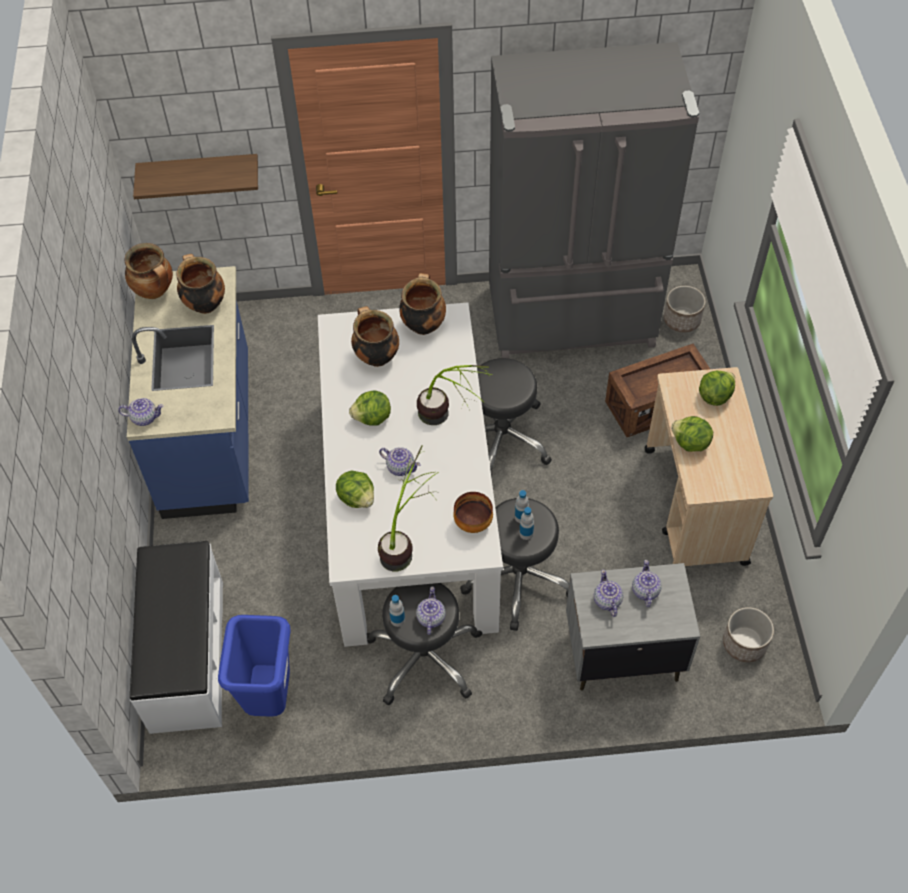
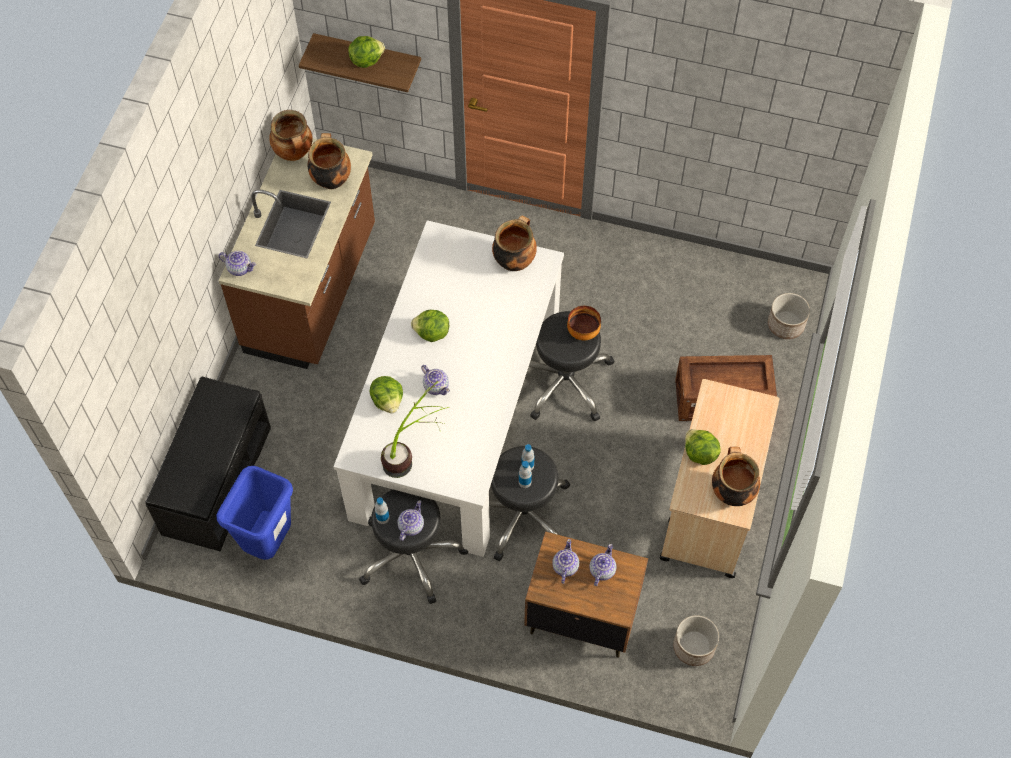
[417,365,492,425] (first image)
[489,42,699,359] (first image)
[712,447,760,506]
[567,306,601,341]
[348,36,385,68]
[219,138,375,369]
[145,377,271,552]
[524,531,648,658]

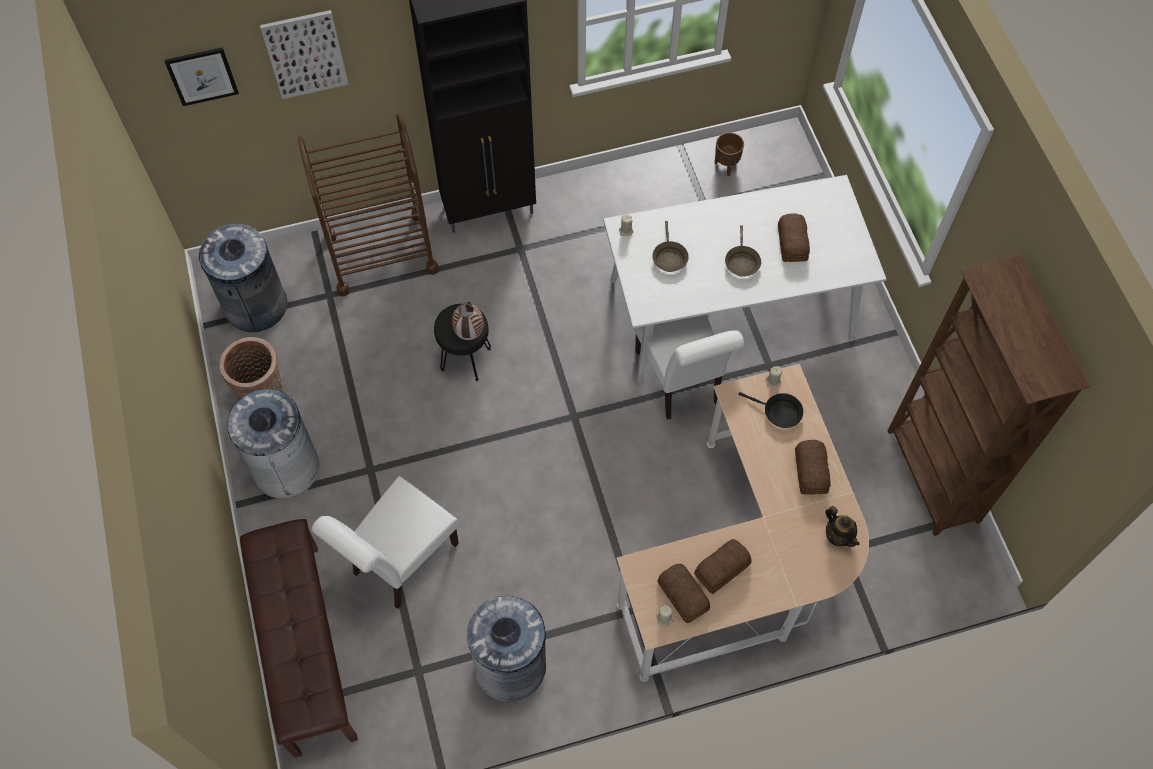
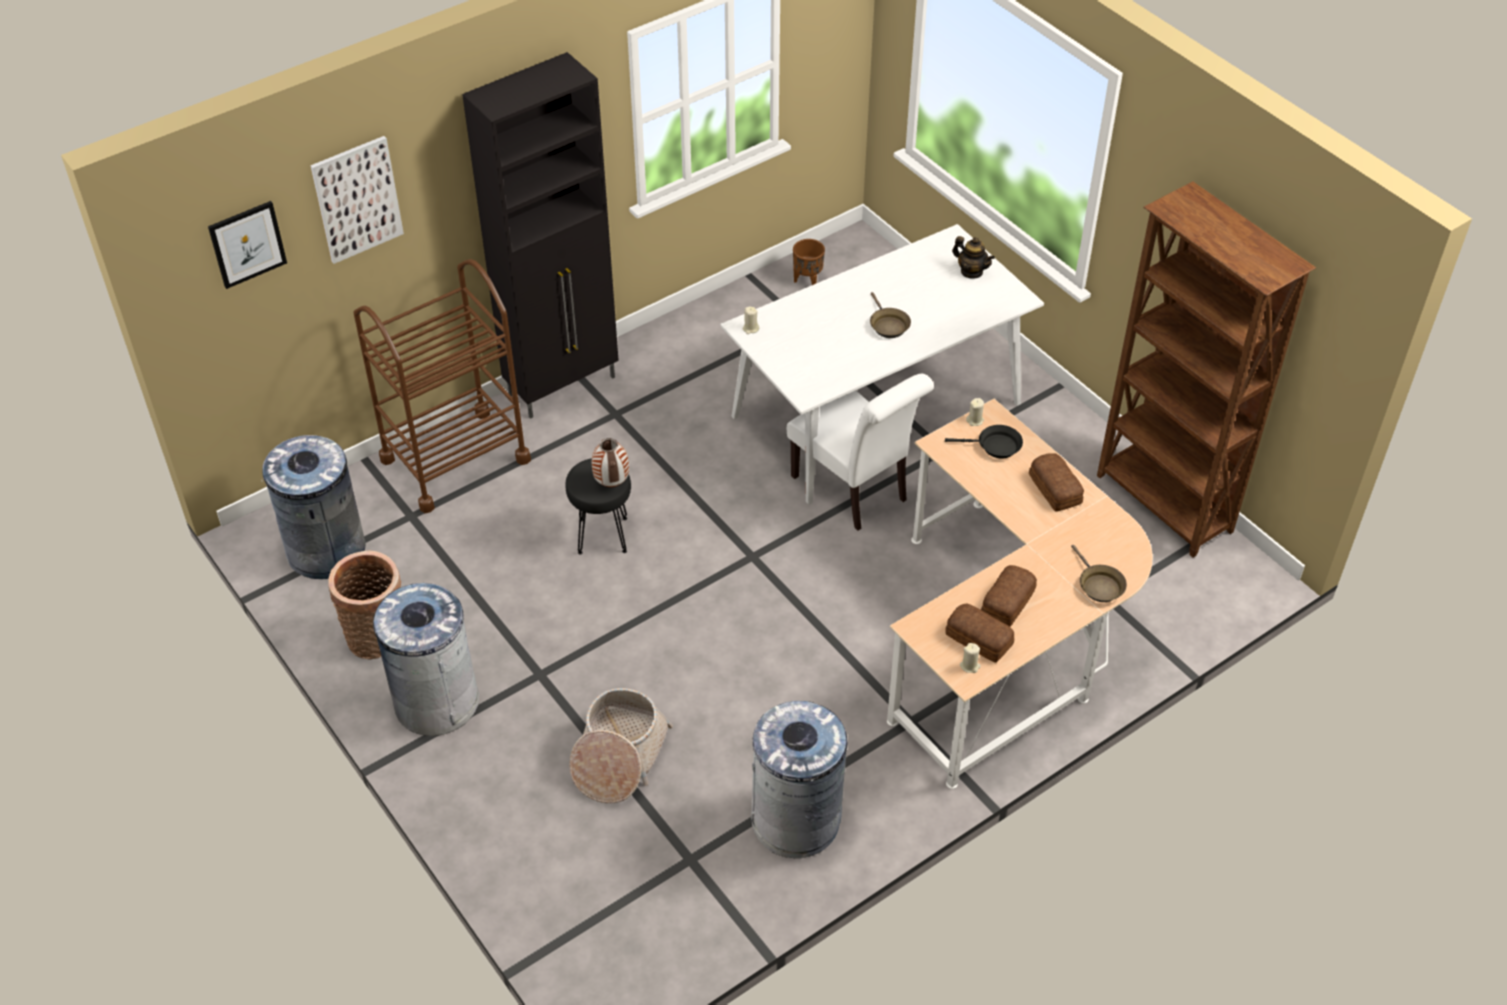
[240,519,358,758] (first image)
[778,213,810,262] (first image)
[1071,545,1127,602]
[952,236,995,278]
[569,688,673,803]

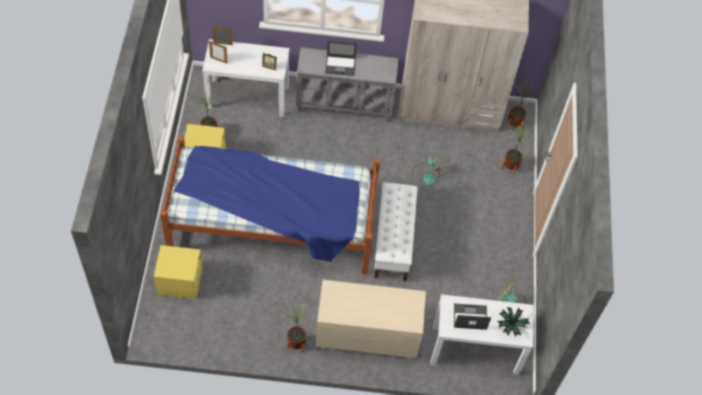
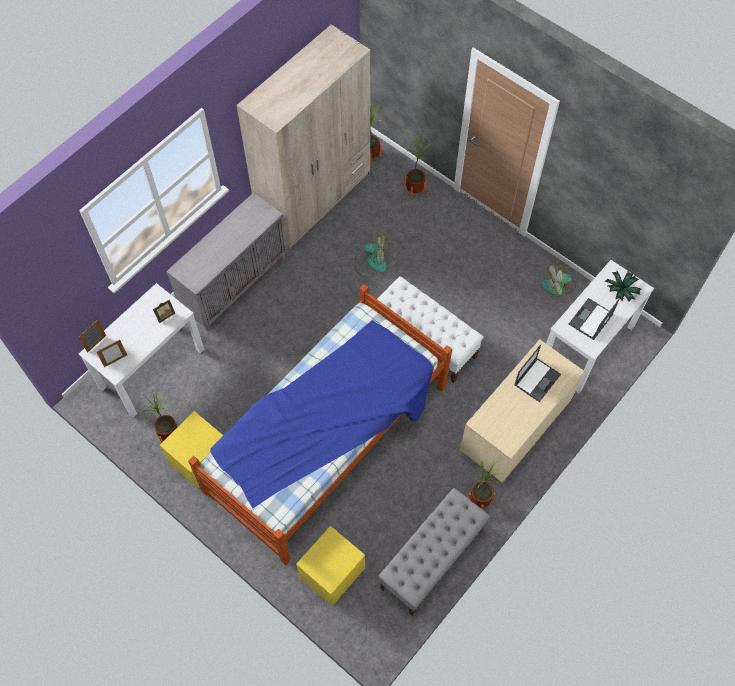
[378,488,490,616]
[514,344,561,402]

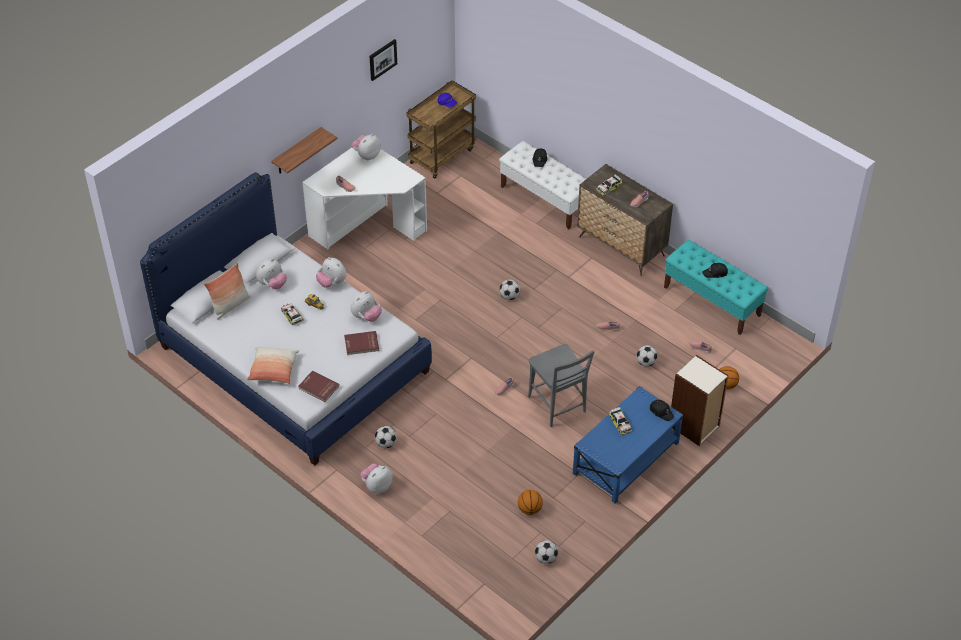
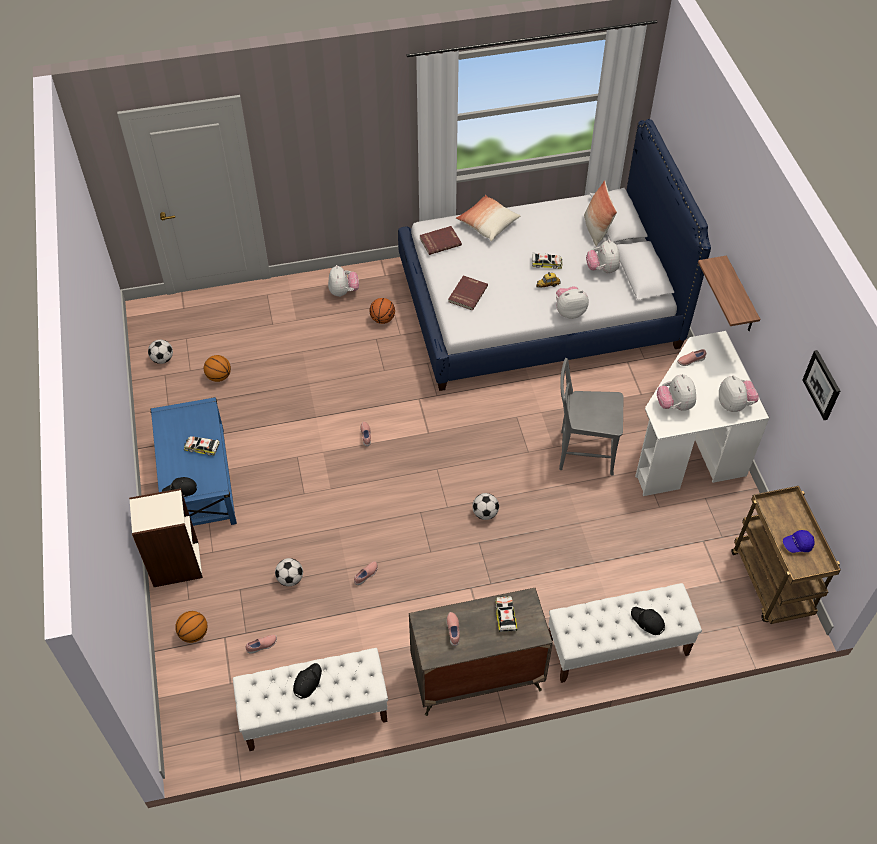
[657,374,696,411]
[559,358,624,475]
[369,298,395,324]
[233,648,388,751]

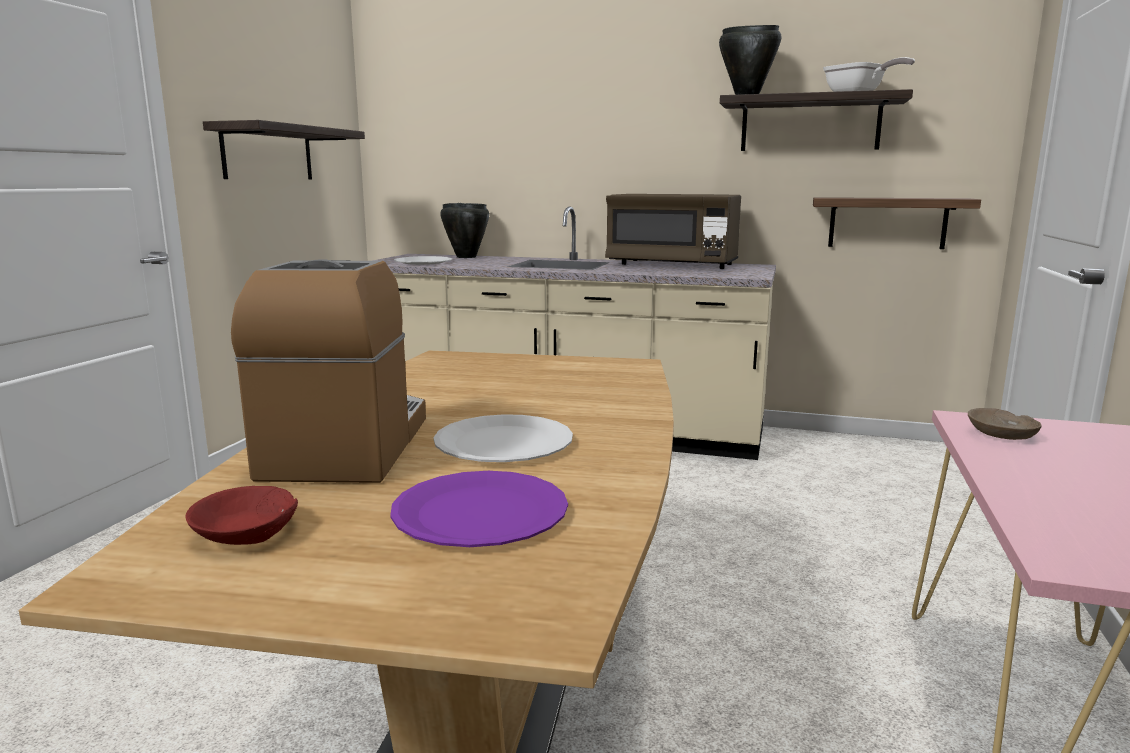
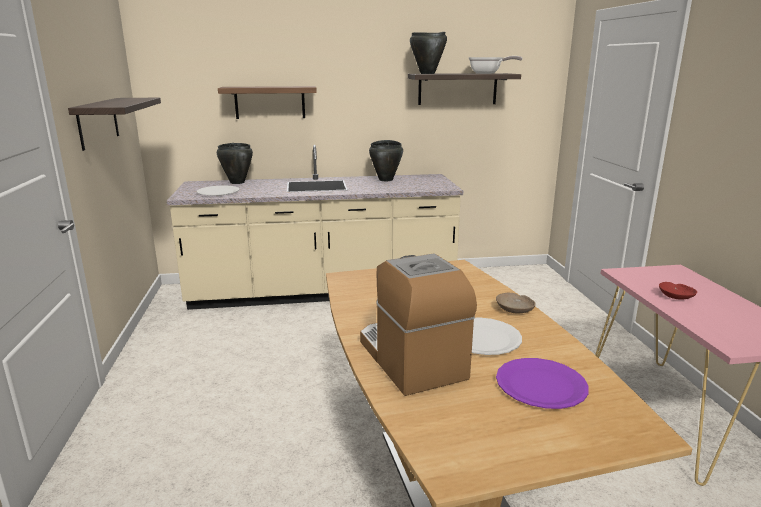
[659,282,697,300]
[218,86,317,119]
[496,292,536,313]
[369,140,403,181]

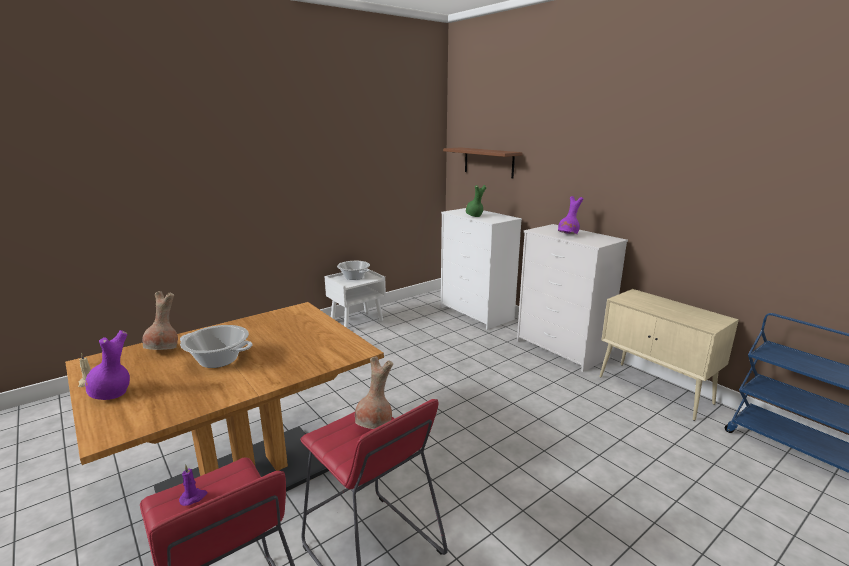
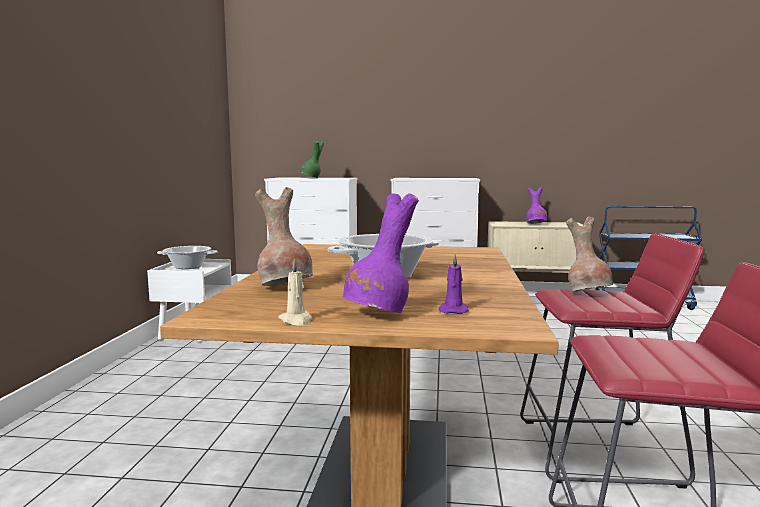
[443,147,523,178] (first image)
[439,254,469,314]
[526,187,547,224]

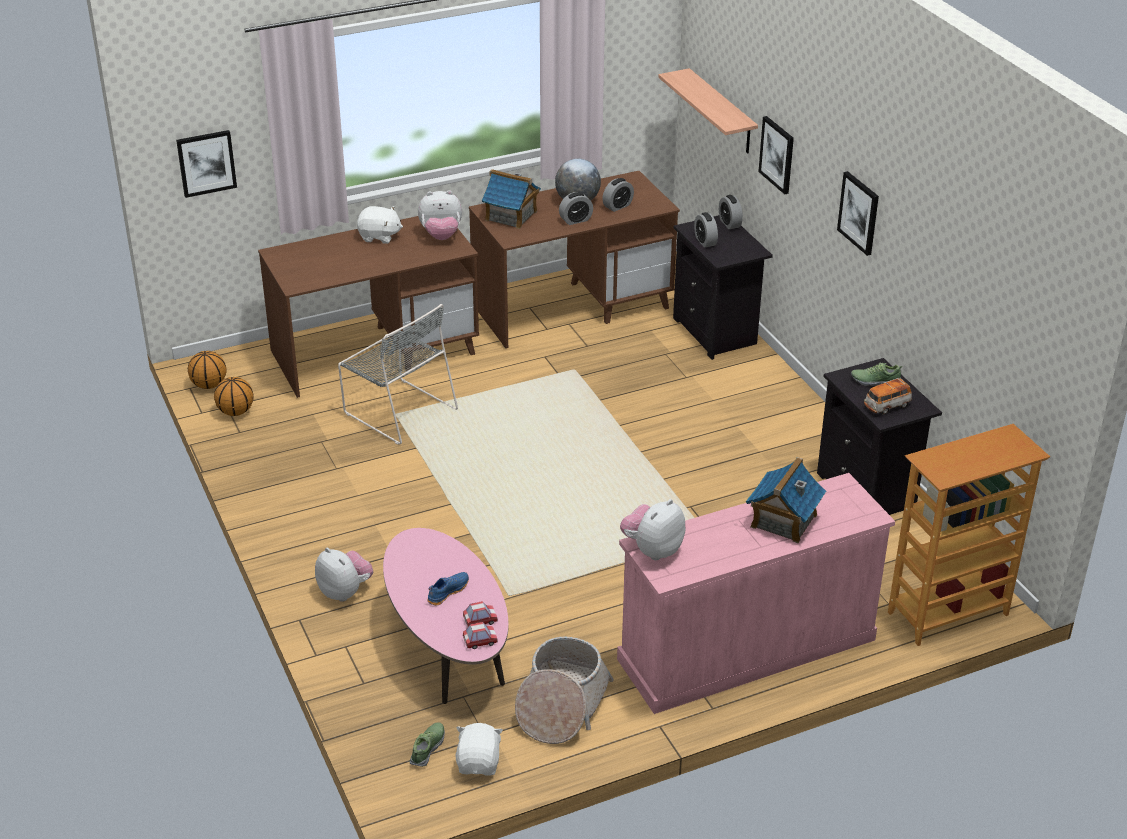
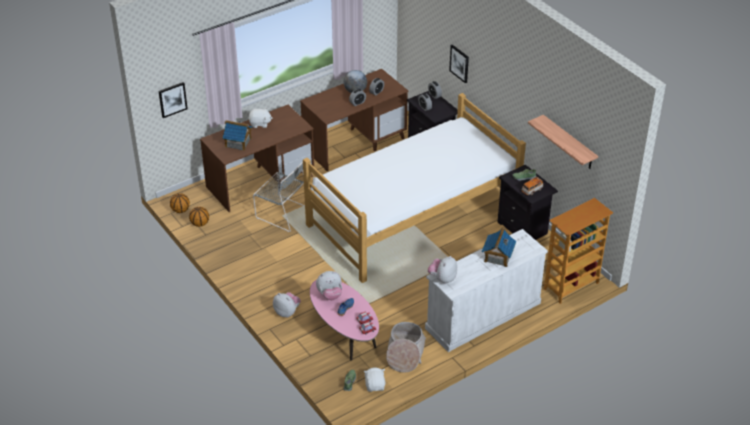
[837,171,879,256] (first image)
[303,93,526,283]
[316,271,342,300]
[223,120,253,151]
[528,115,598,169]
[425,229,548,352]

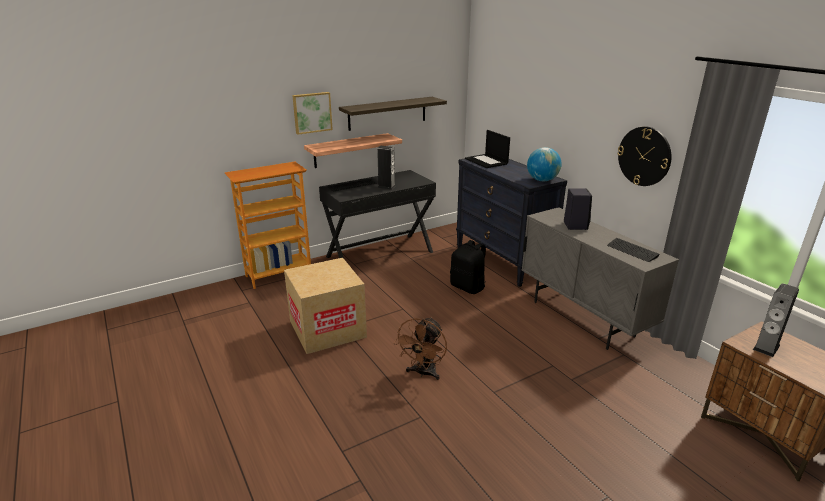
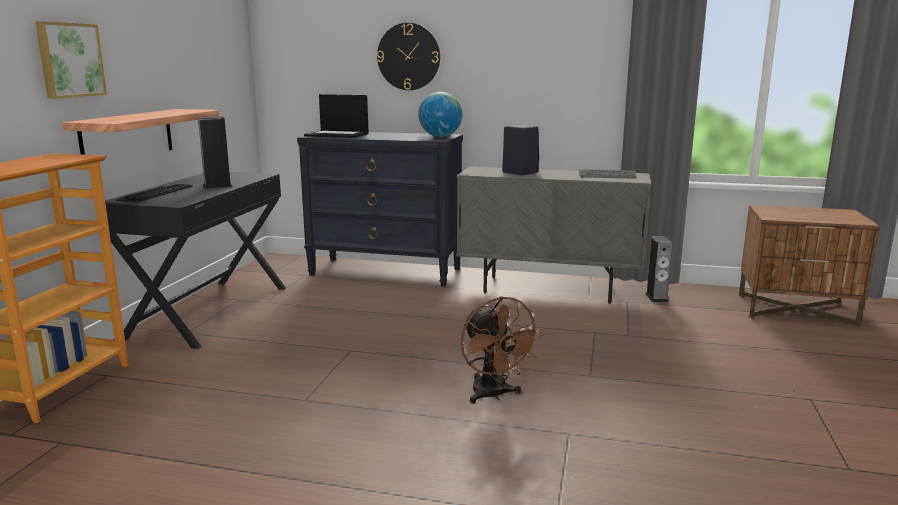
[284,258,367,354] (first image)
[339,97,447,131] (first image)
[450,240,486,294] (first image)
[377,23,440,90]
[646,236,673,302]

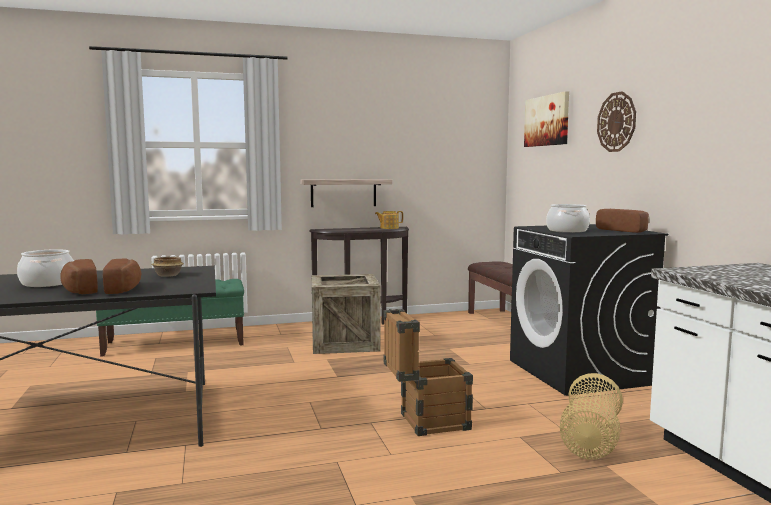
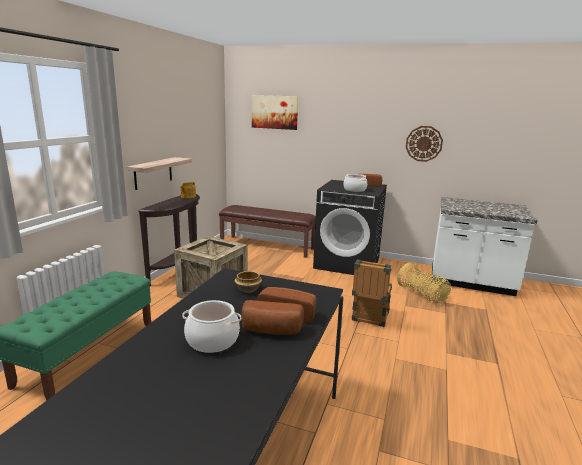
[406,126,443,162]

